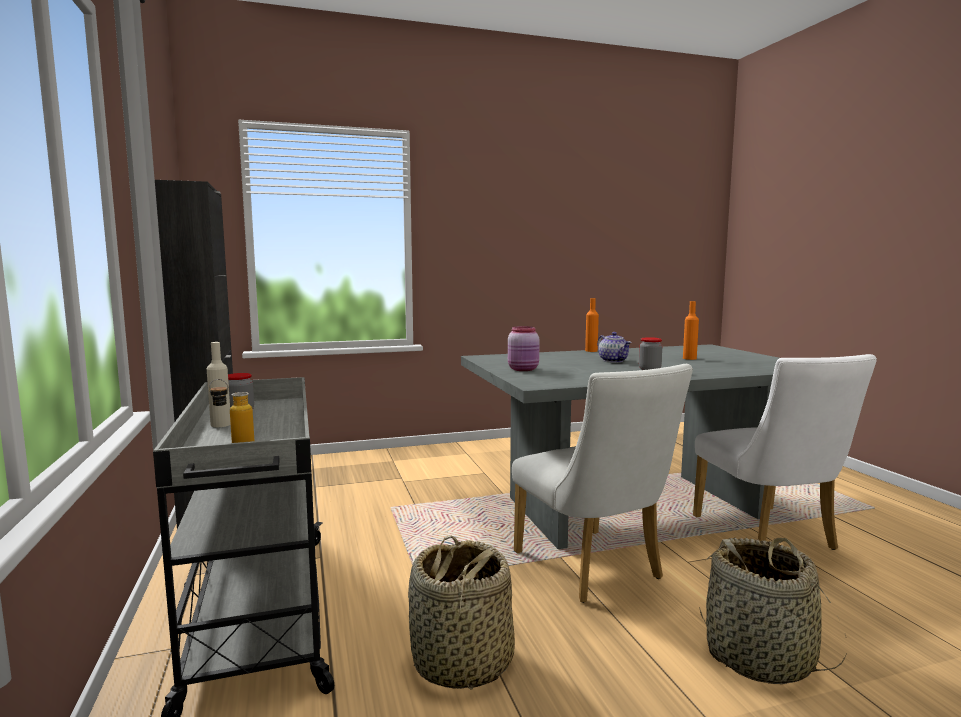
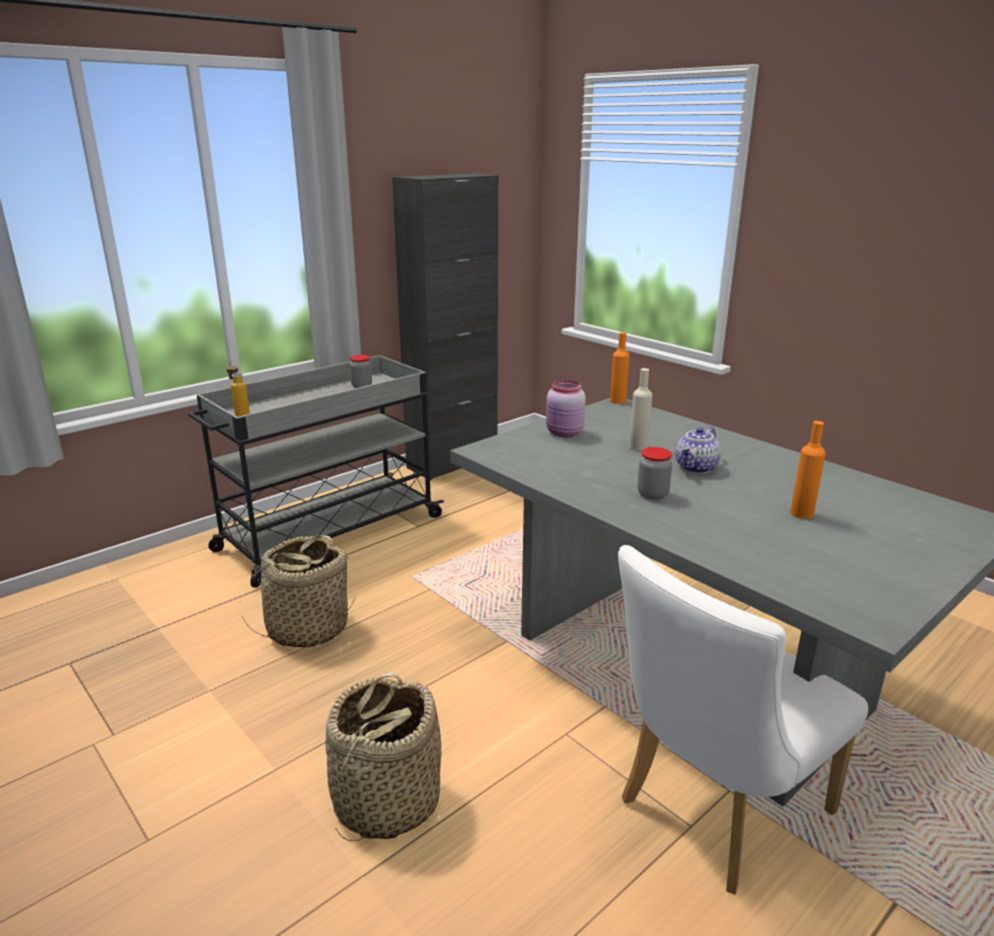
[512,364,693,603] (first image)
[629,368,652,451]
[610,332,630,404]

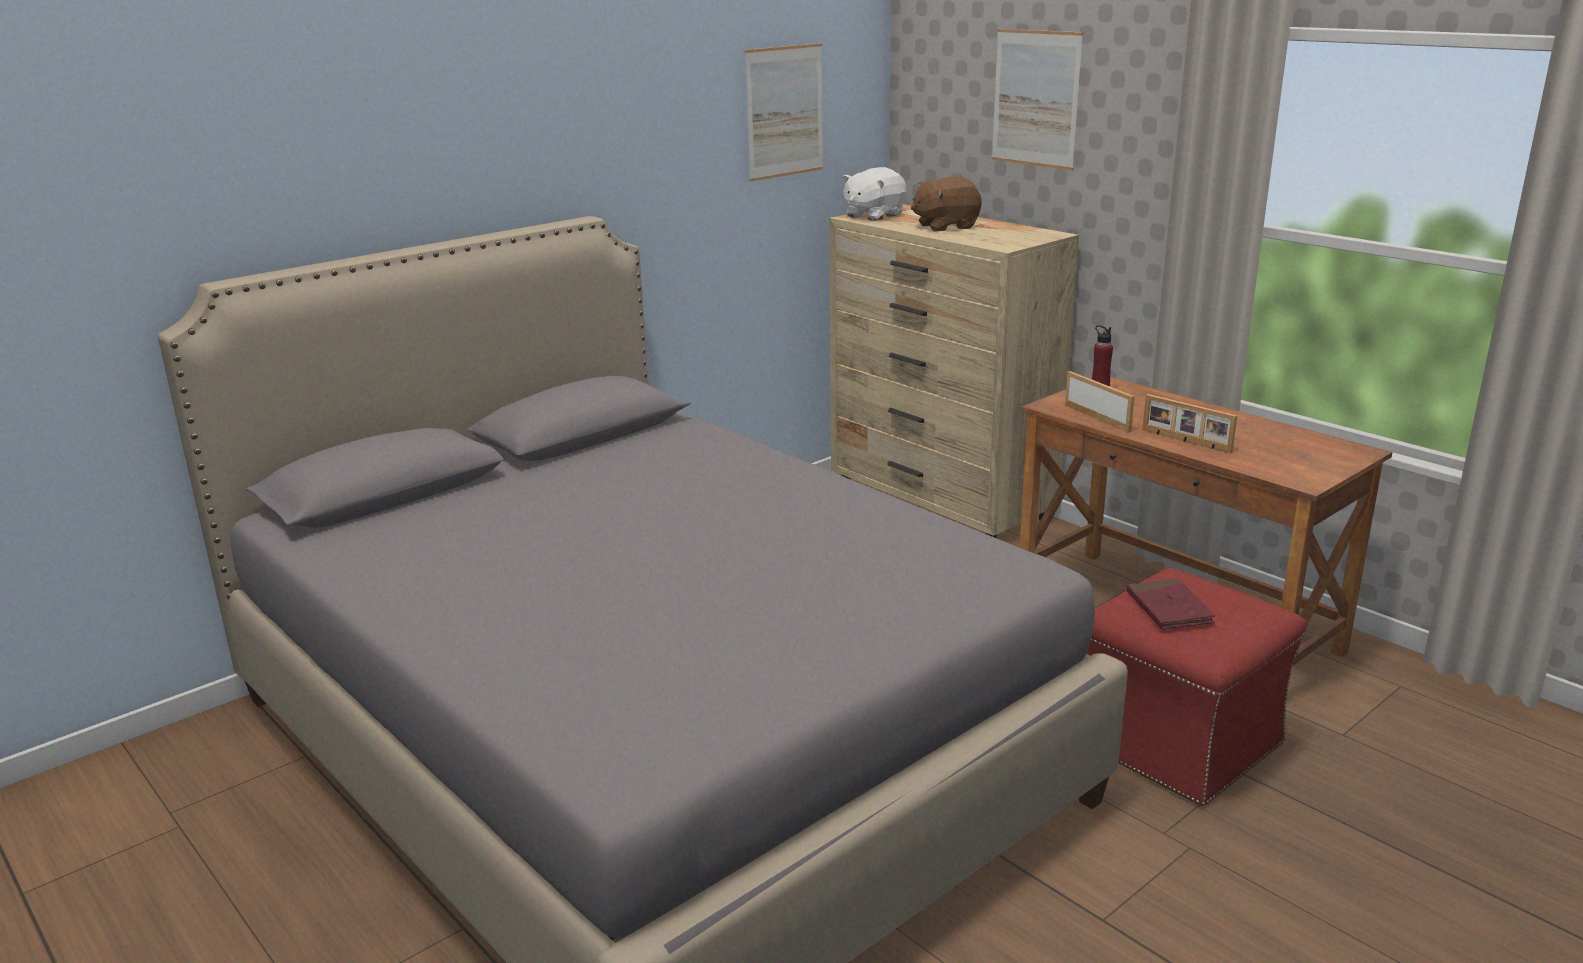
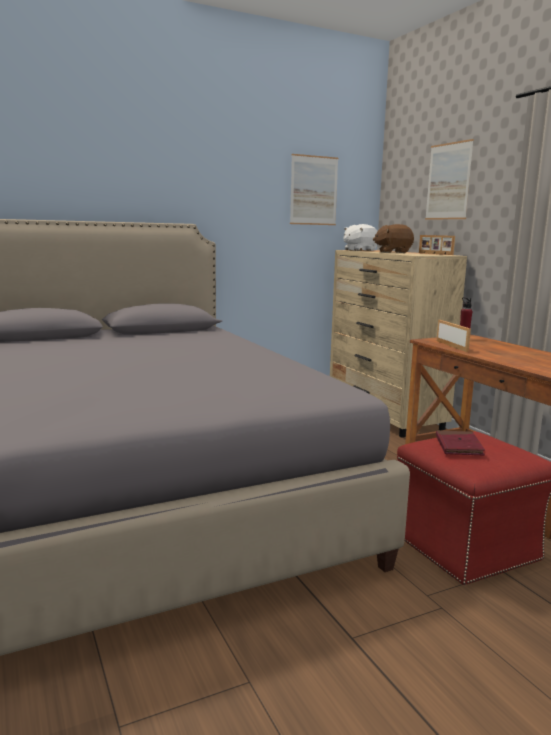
[419,235,455,255]

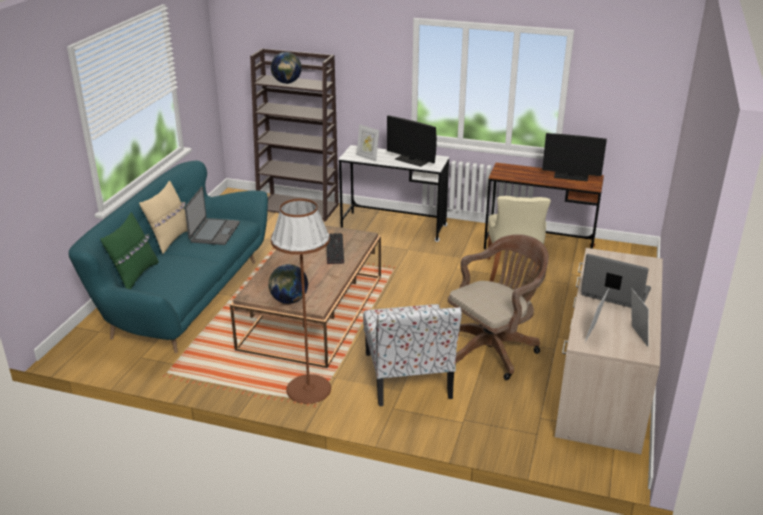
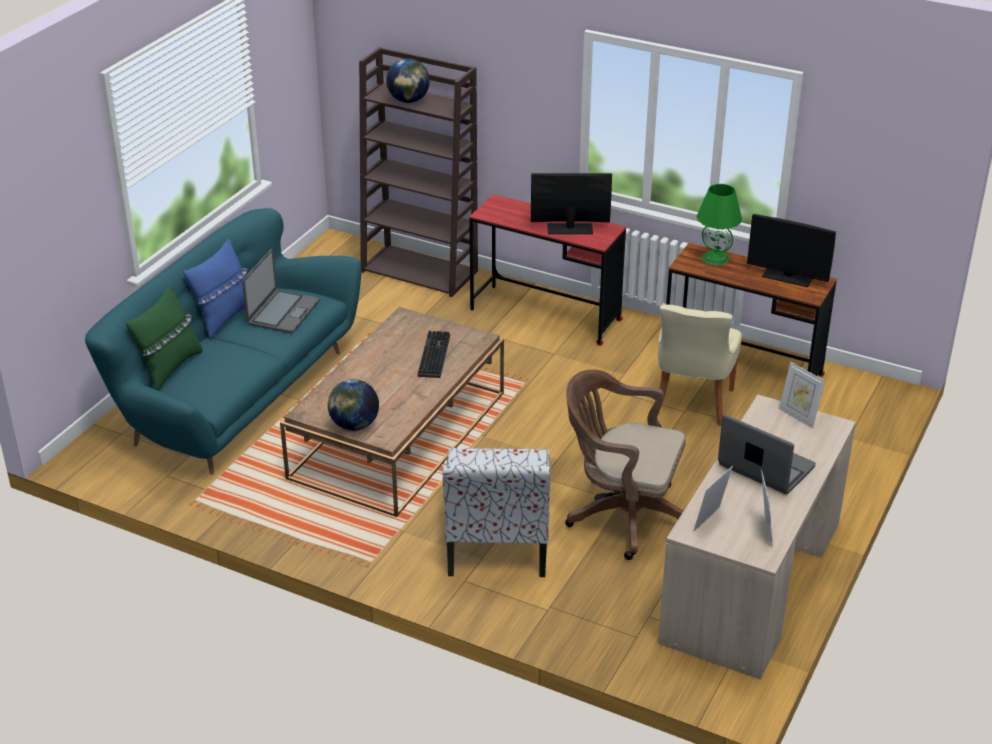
[271,199,331,404] (first image)
[697,184,742,266]
[779,362,825,429]
[183,239,248,339]
[469,194,626,346]
[531,173,612,234]
[565,370,686,560]

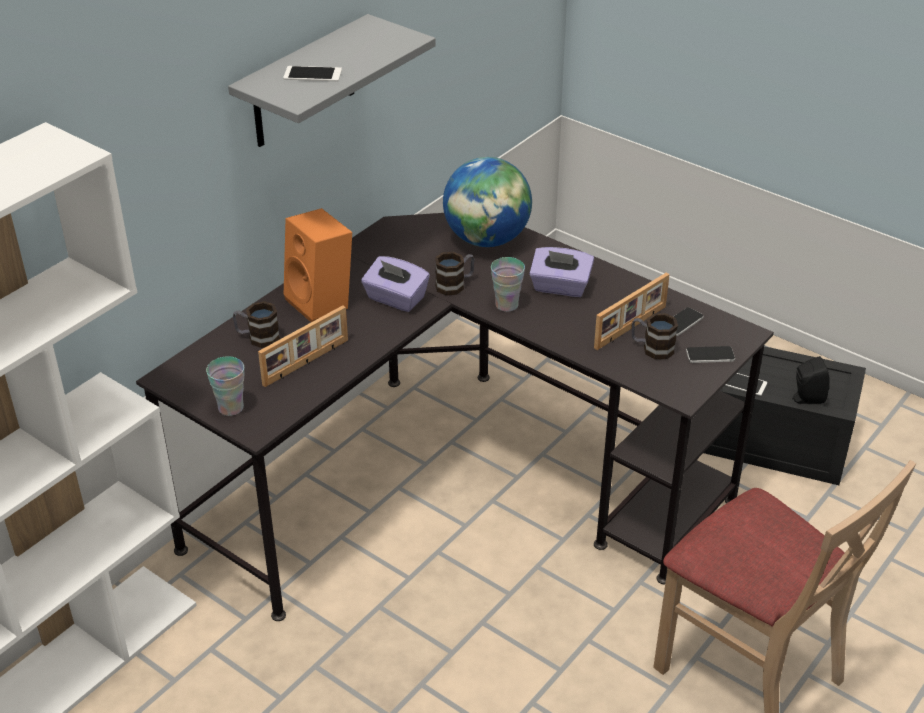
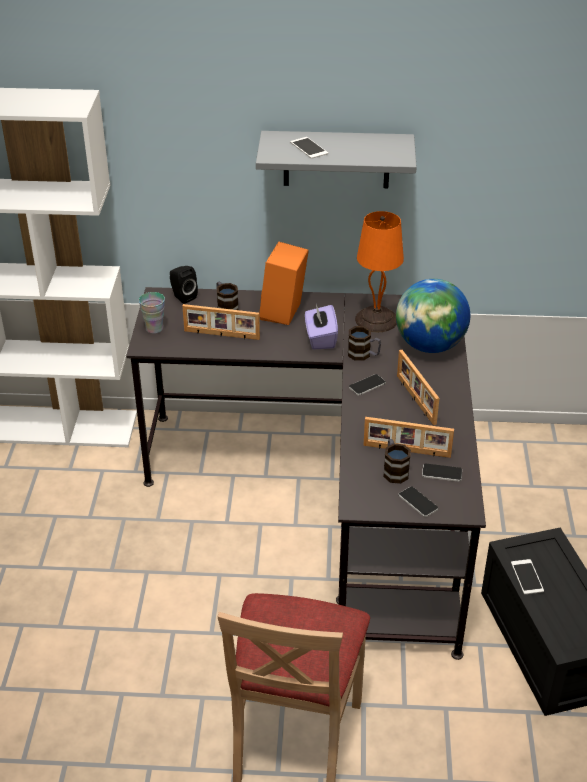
[355,211,404,332]
[170,266,198,304]
[349,374,386,395]
[397,350,439,425]

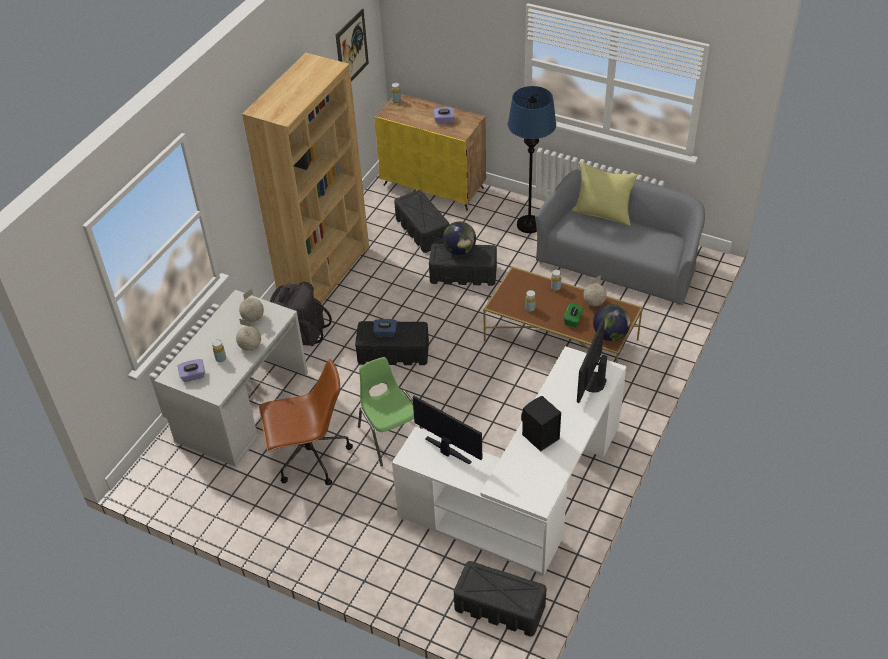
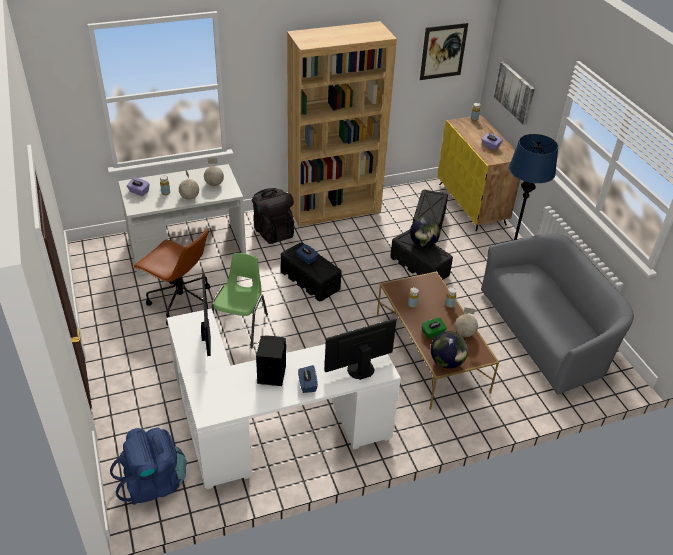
[572,161,638,226] (first image)
[298,365,318,393]
[494,62,535,125]
[110,427,187,505]

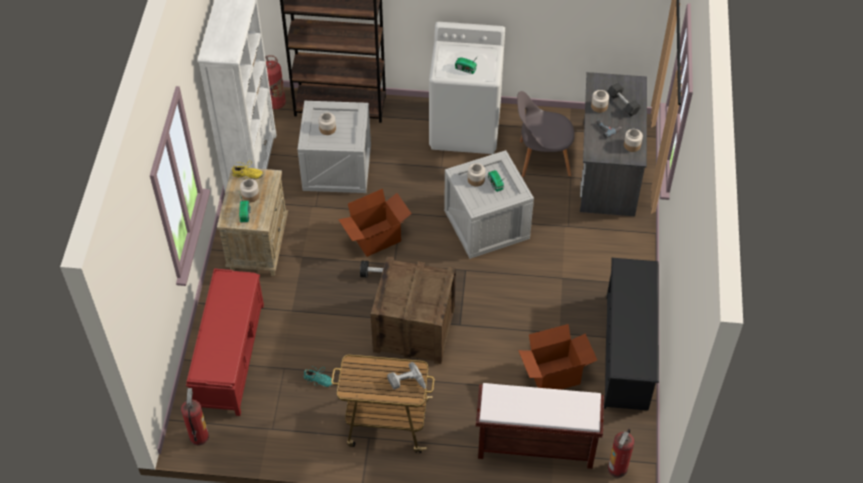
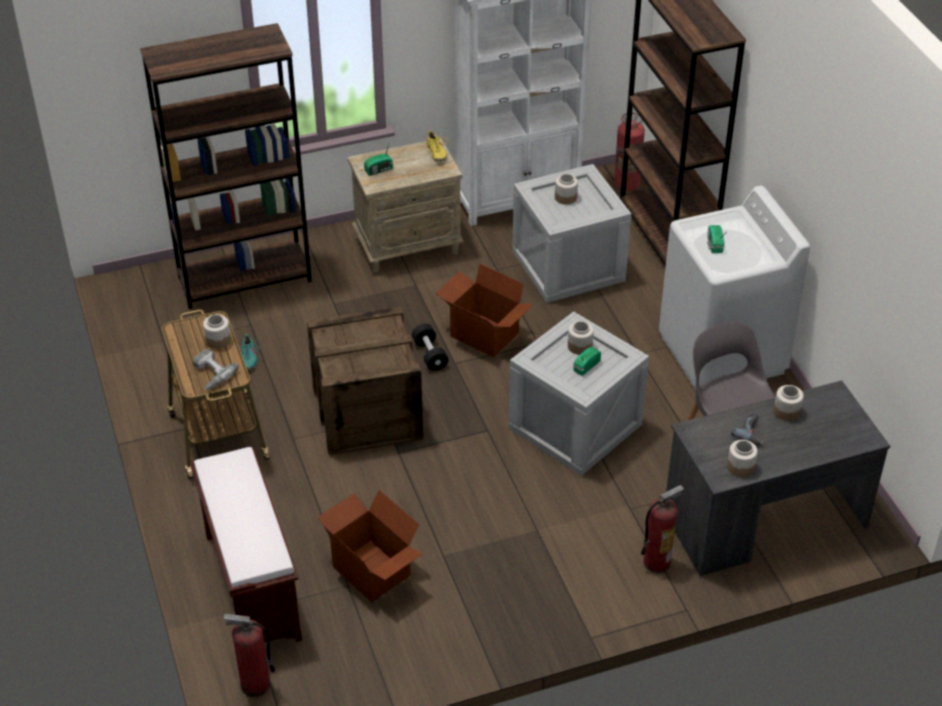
[604,258,659,410] (first image)
[607,82,641,117] (first image)
[641,485,684,573]
[203,314,231,349]
[140,23,312,309]

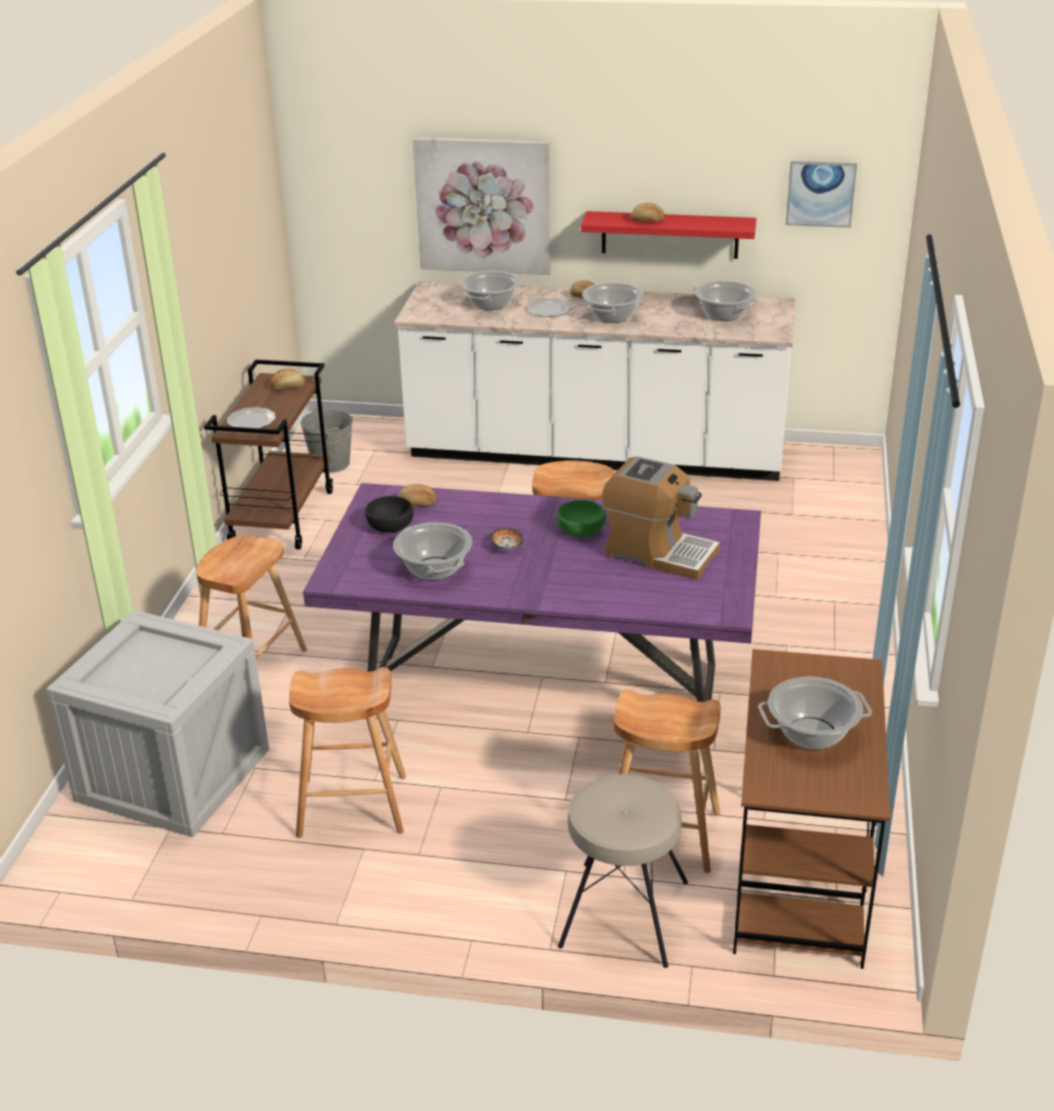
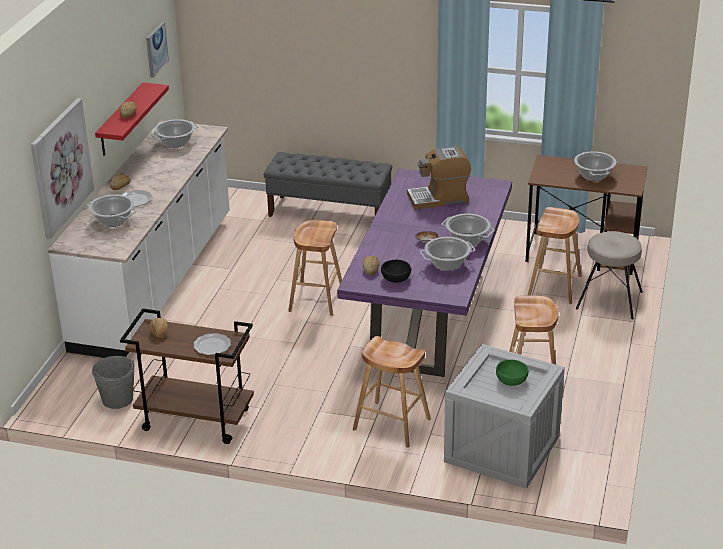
[264,152,392,217]
[496,360,528,386]
[442,213,495,246]
[407,146,471,210]

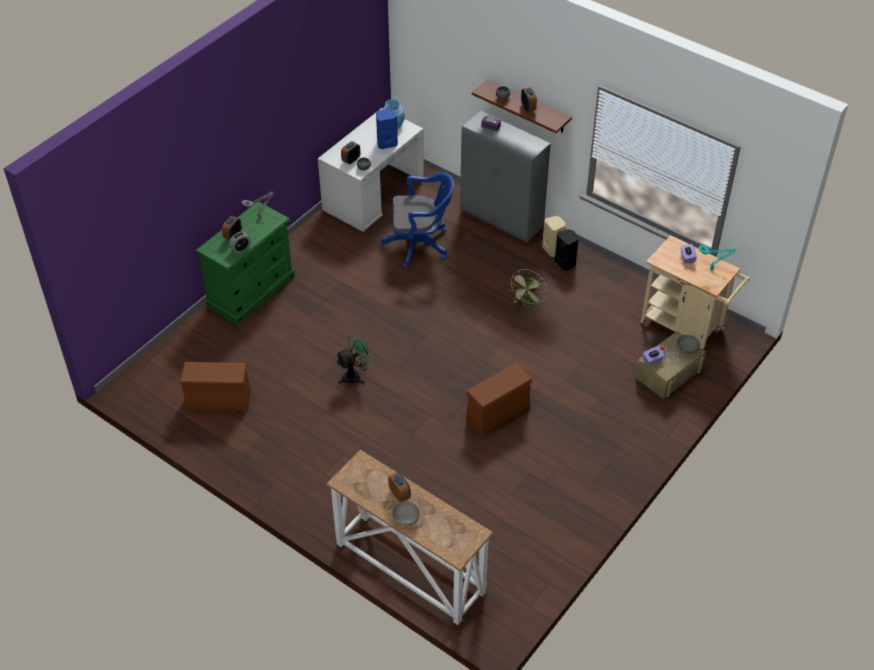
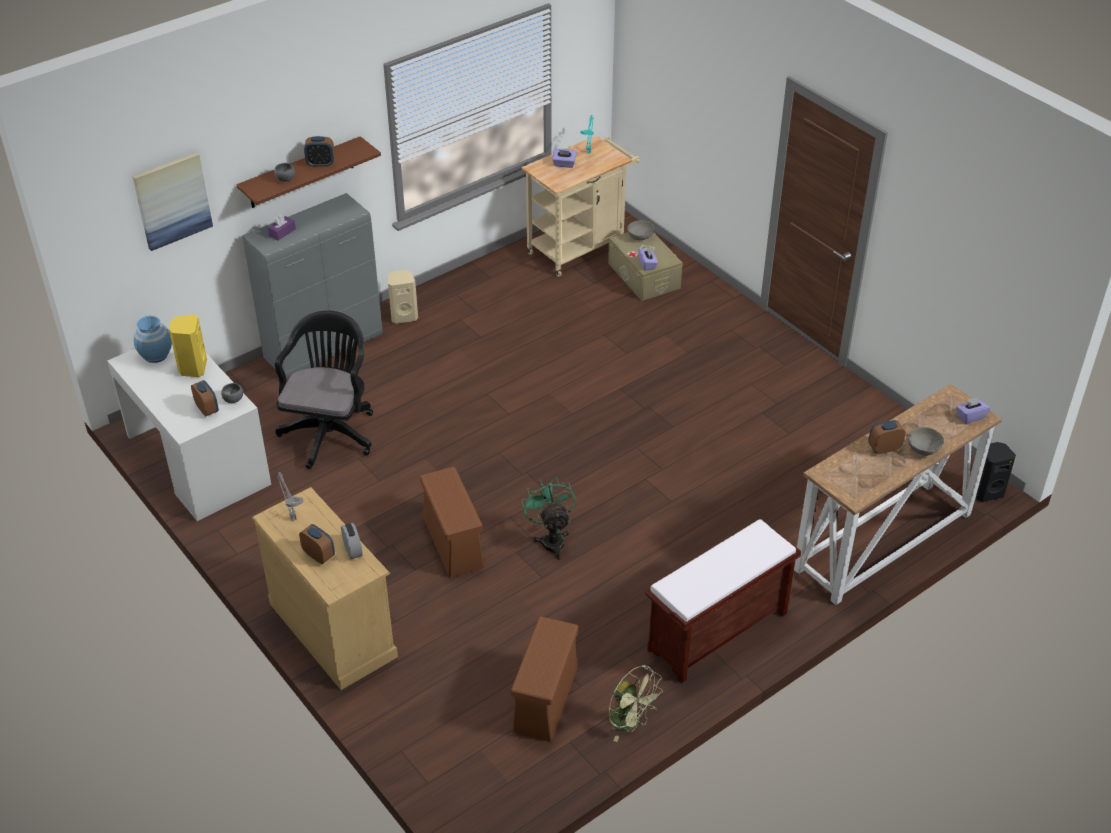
[132,152,213,251]
[645,519,801,683]
[956,397,990,424]
[420,467,484,577]
[609,665,662,742]
[976,442,1016,502]
[252,487,398,690]
[169,314,207,377]
[275,311,373,469]

